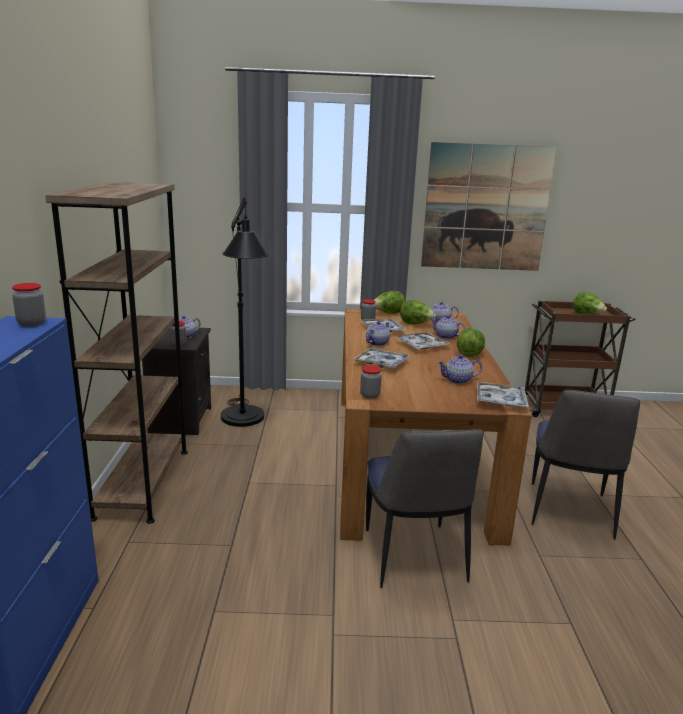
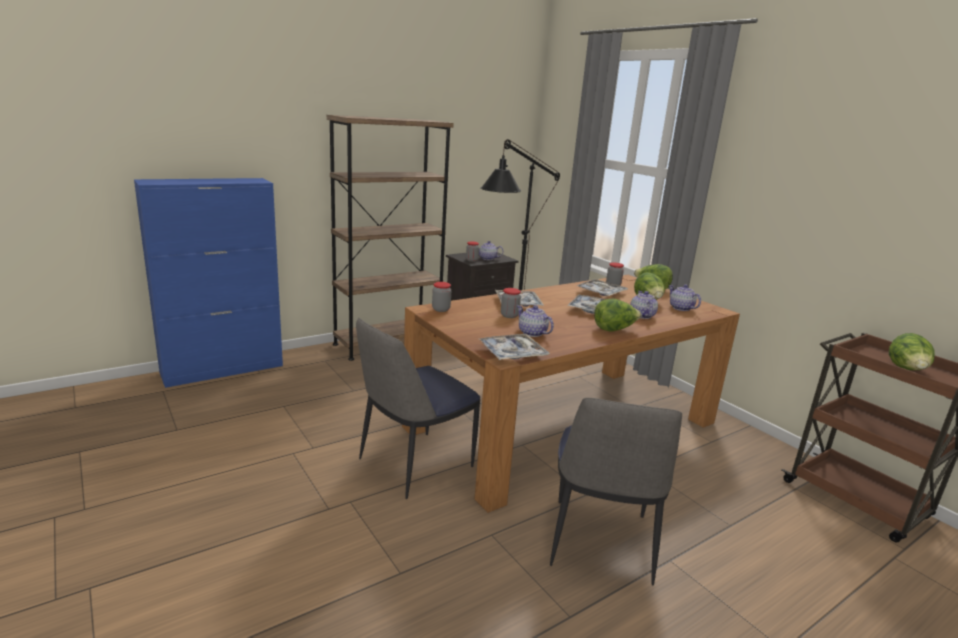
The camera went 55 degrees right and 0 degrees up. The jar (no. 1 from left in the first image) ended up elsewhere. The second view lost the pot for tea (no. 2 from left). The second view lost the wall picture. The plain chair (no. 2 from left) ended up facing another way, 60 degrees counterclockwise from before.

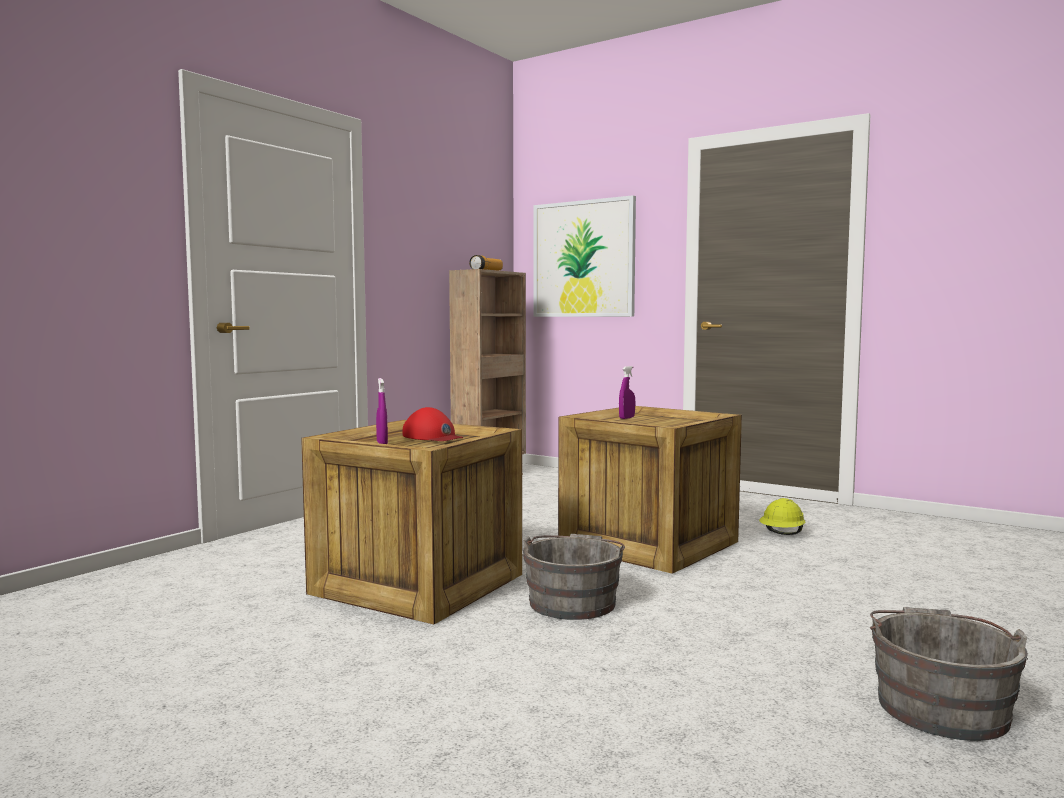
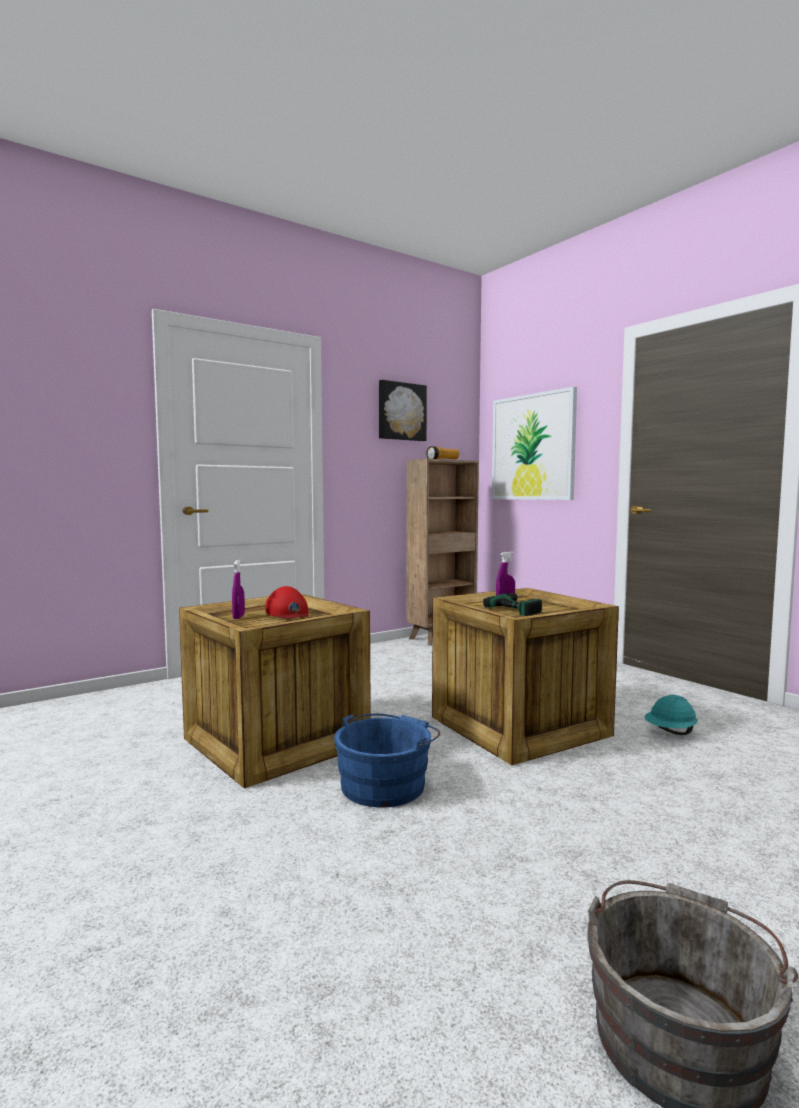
The camera went 20 degrees right and 0 degrees up. What was the bucket in gray (no. 1 from left) turned into the bucket in blue. What was the hard hat in yellow-coloured turned into the hard hat in turquoise. The second view gained the wall picture (no. 1 from left). The second view gained the power drill.

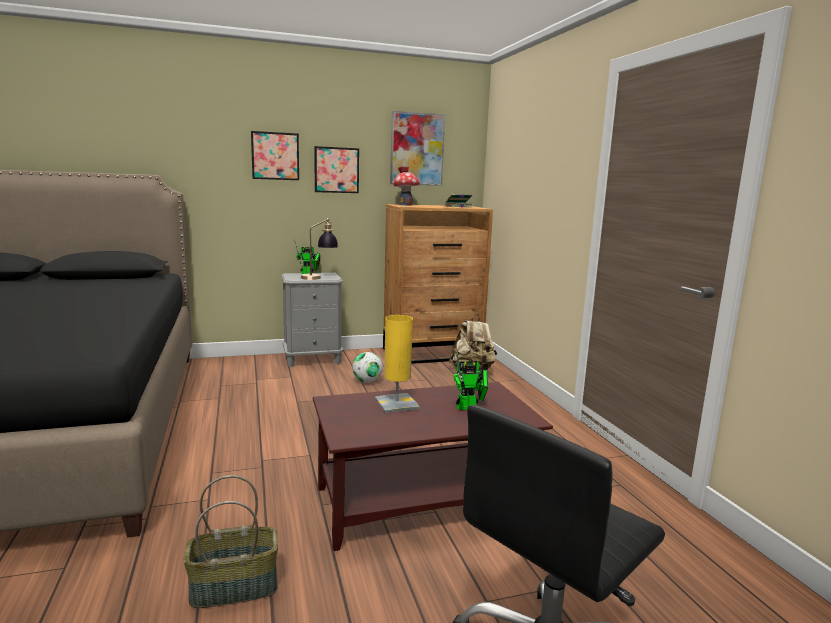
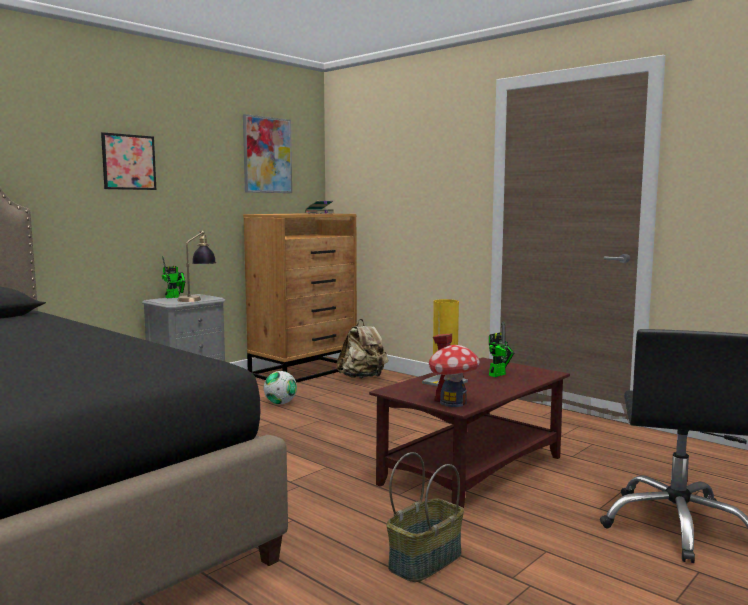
The camera went 30 degrees left and 5 degrees down. The second view lost the wall picture (no. 2 from left). The miniature house ended up elsewhere.

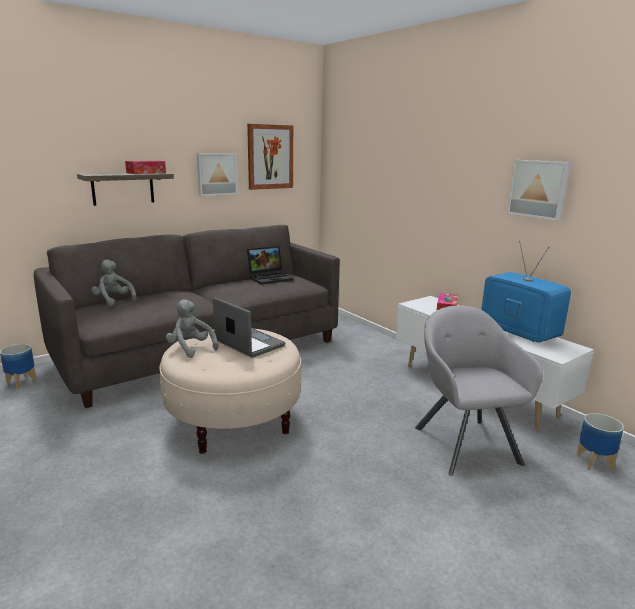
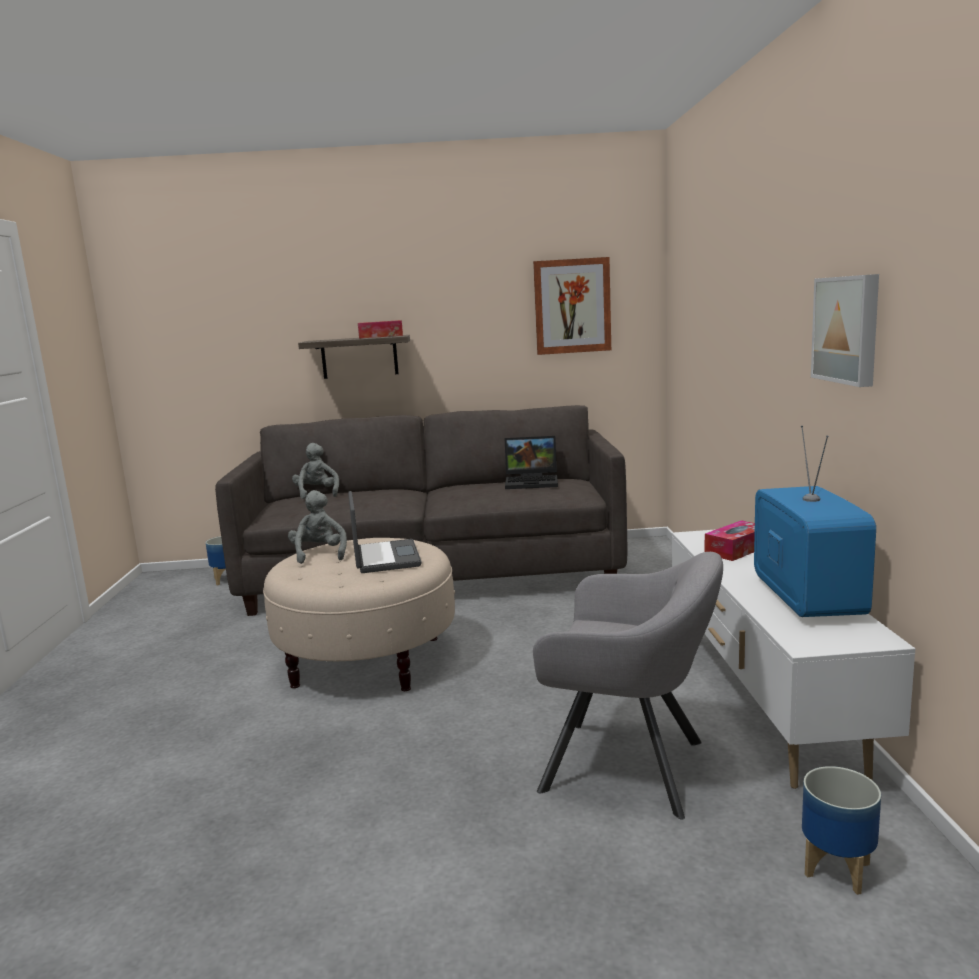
The camera went 35 degrees right and 5 degrees down. The second view lost the wall picture (no. 1 from left). The easy chair in gray ended up facing another way, 90 degrees clockwise from before.

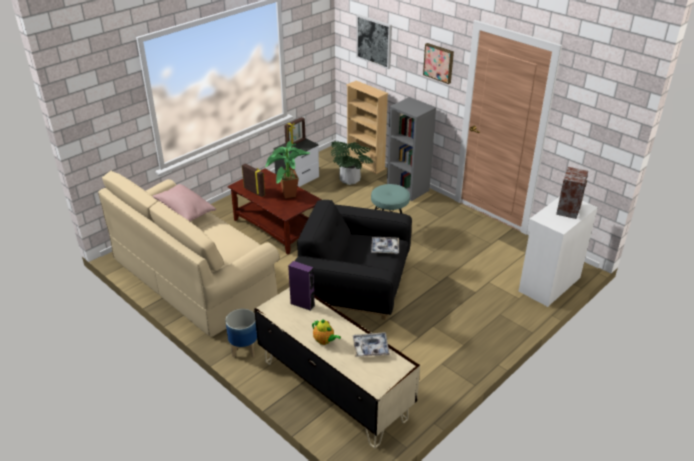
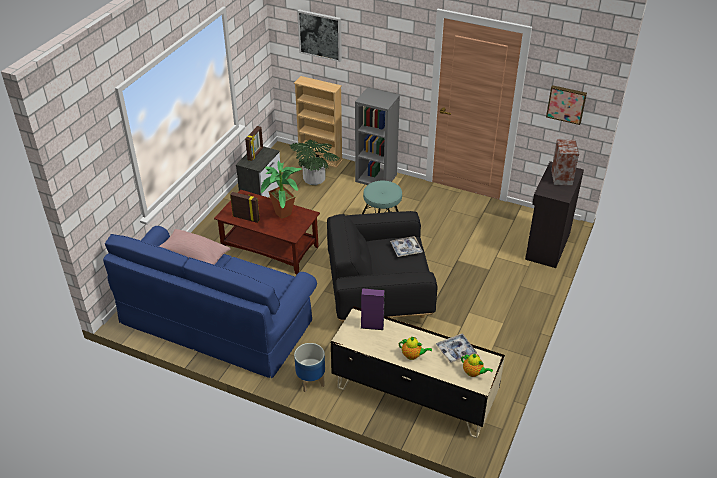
The camera went 20 degrees left and 5 degrees up. What was the couch in beige-coloured turned into the couch in blue. The wall picture (no. 2 from left) ended up elsewhere. What was the cupboard in white-coloured turned into the cupboard in blackish. The second view gained the pot for tea (no. 2 from left).

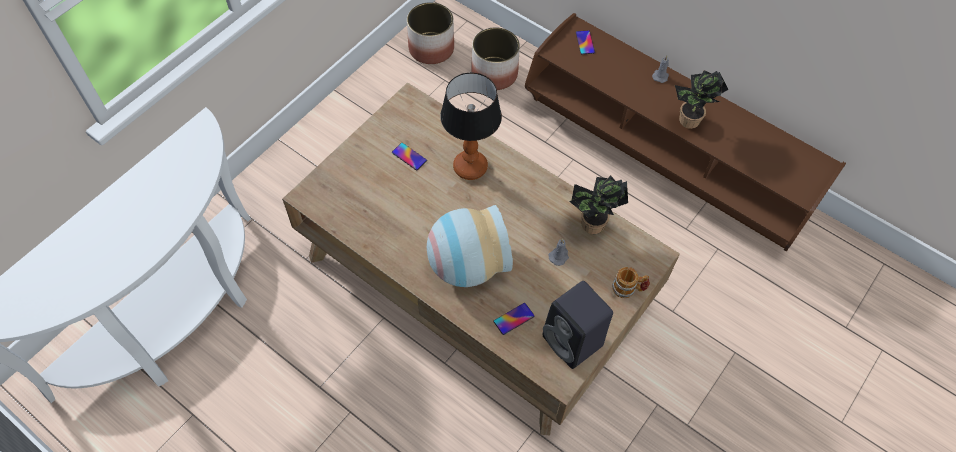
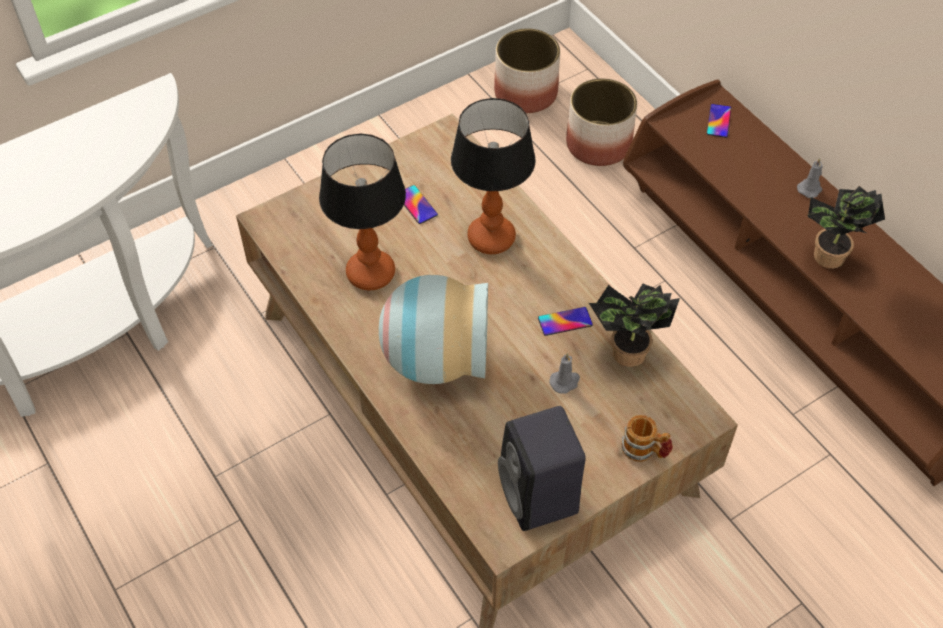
The camera went 20 degrees right and 5 degrees down. The handset (no. 2 from left) ended up elsewhere. The second view gained the lamp for a table (no. 1 from left).

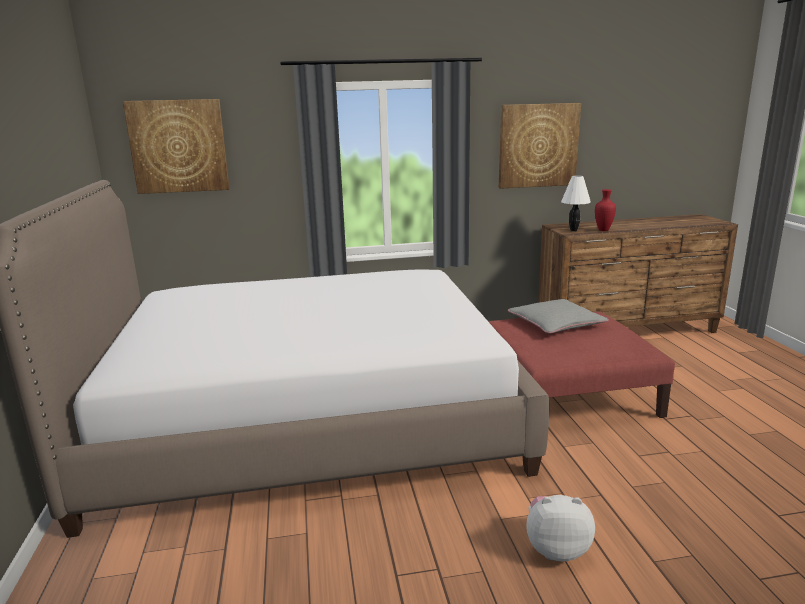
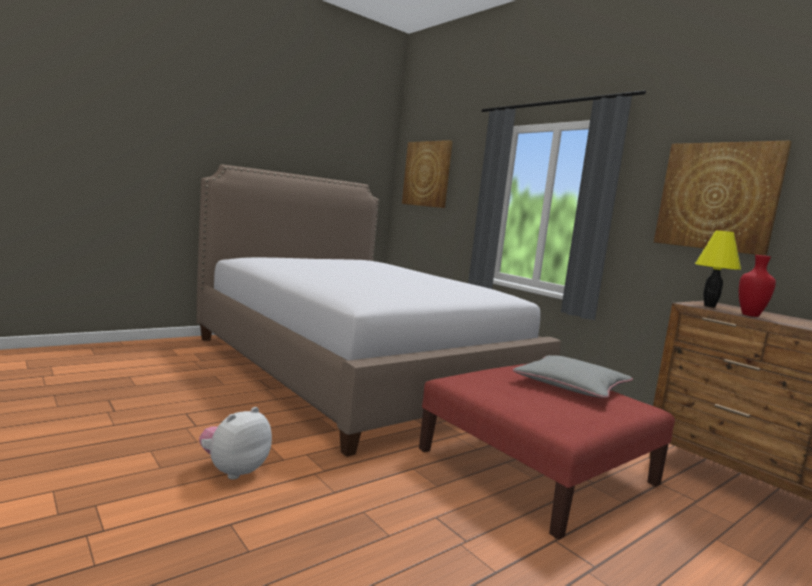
The camera went 60 degrees right and 10 degrees down. The soft toy ended up facing another way, 120 degrees counterclockwise from before. What was the lamp for a table in white-coloured turned into the lamp for a table in yellow-coloured.

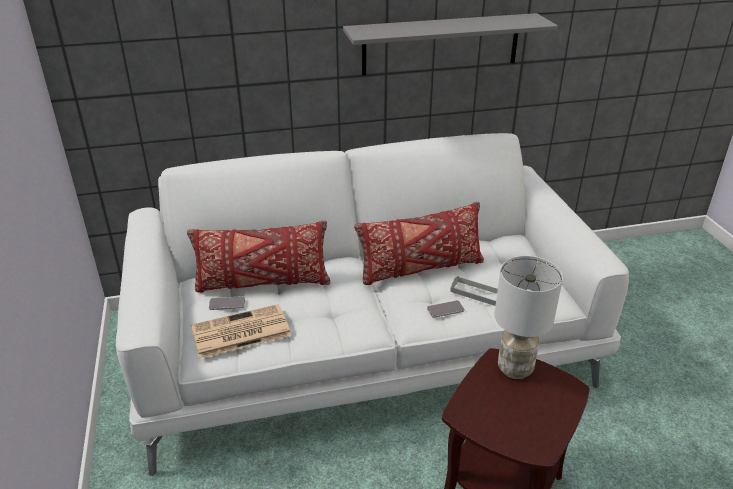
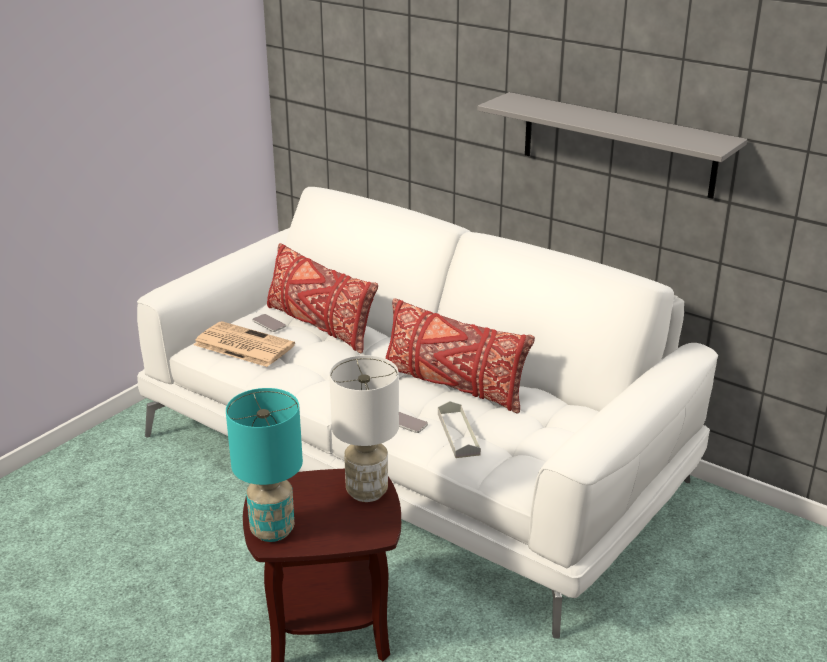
The camera went 50 degrees right and 5 degrees down. The second view gained the lamp for a table in turquoise.

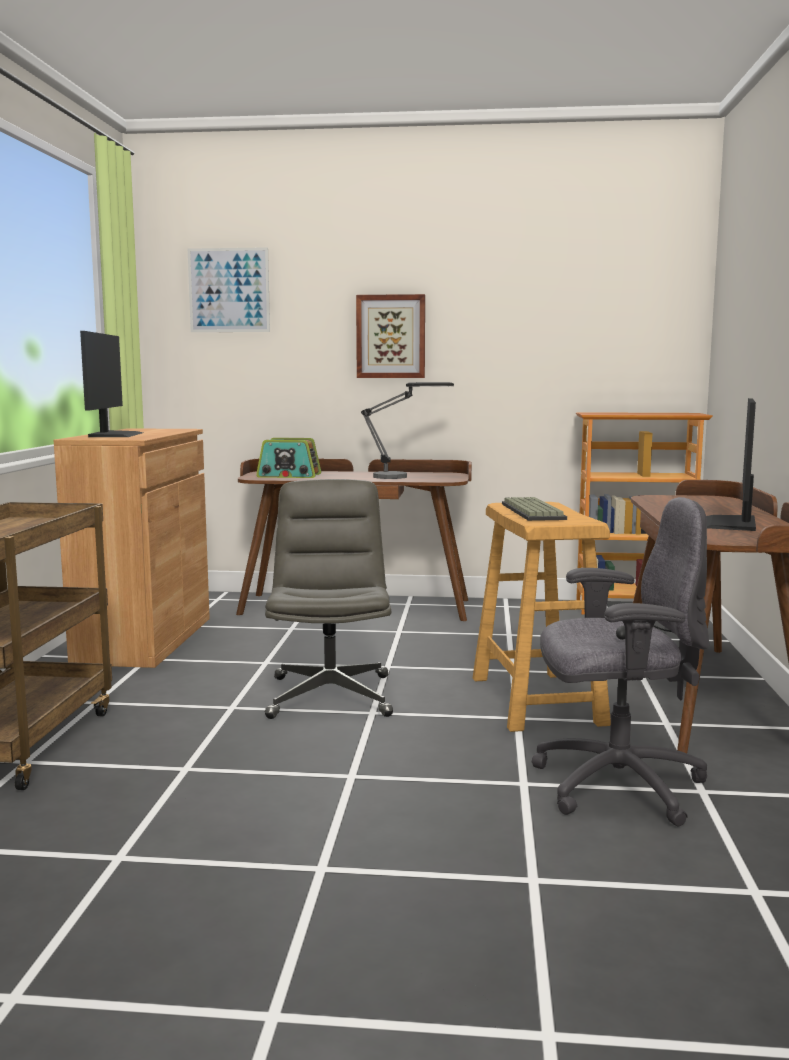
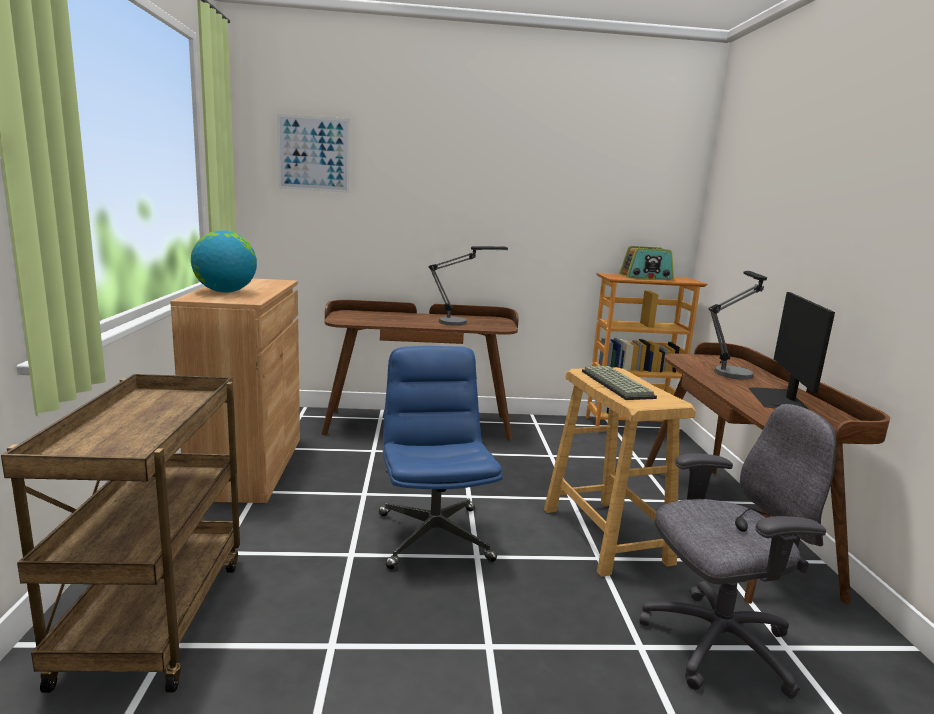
The camera went 10 degrees left and 5 degrees up. Where the monitor (no. 1 from left) stood, the desk globe came to stand. The radio set ended up elsewhere. What was the desk chair in gray (no. 1 from left) turned into the desk chair in blue. The second view lost the wall picture (no. 2 from left). The second view gained the lamp for a table (no. 2 from left).

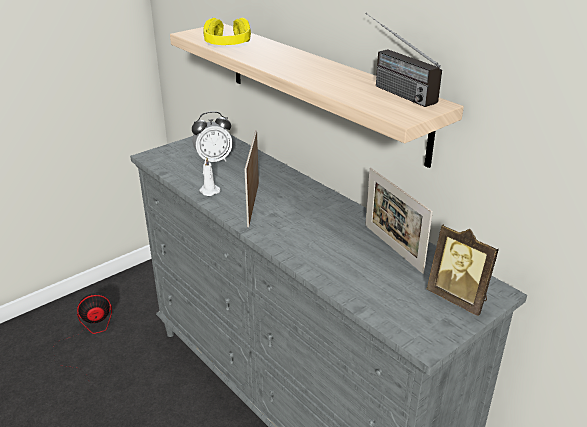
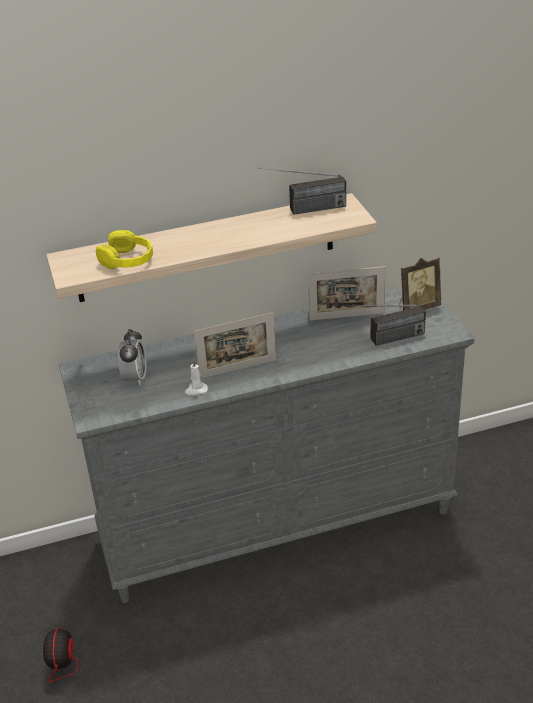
The camera went 65 degrees left and 5 degrees up. The standing frame (no. 1 from left) ended up facing another way, 45 degrees counterclockwise from before. The second view gained the radio set (no. 2 from left).

